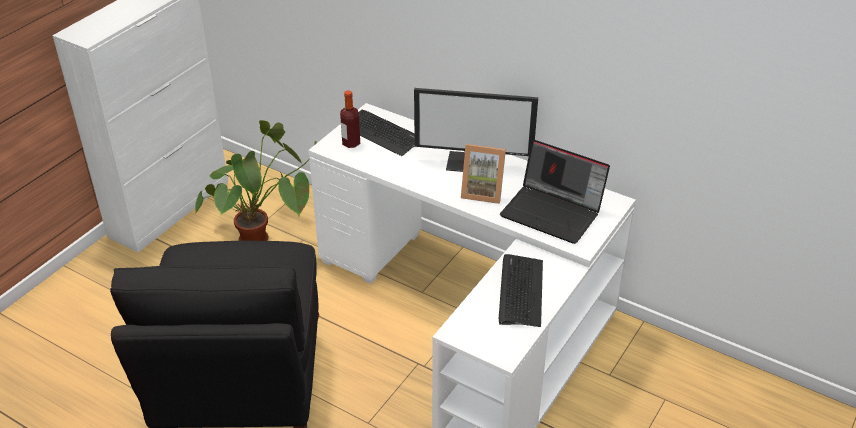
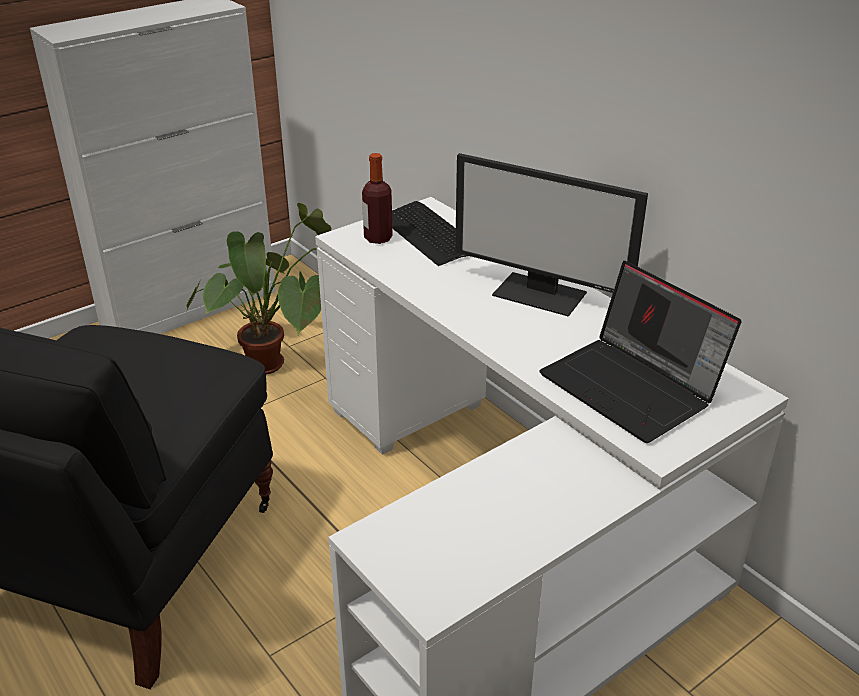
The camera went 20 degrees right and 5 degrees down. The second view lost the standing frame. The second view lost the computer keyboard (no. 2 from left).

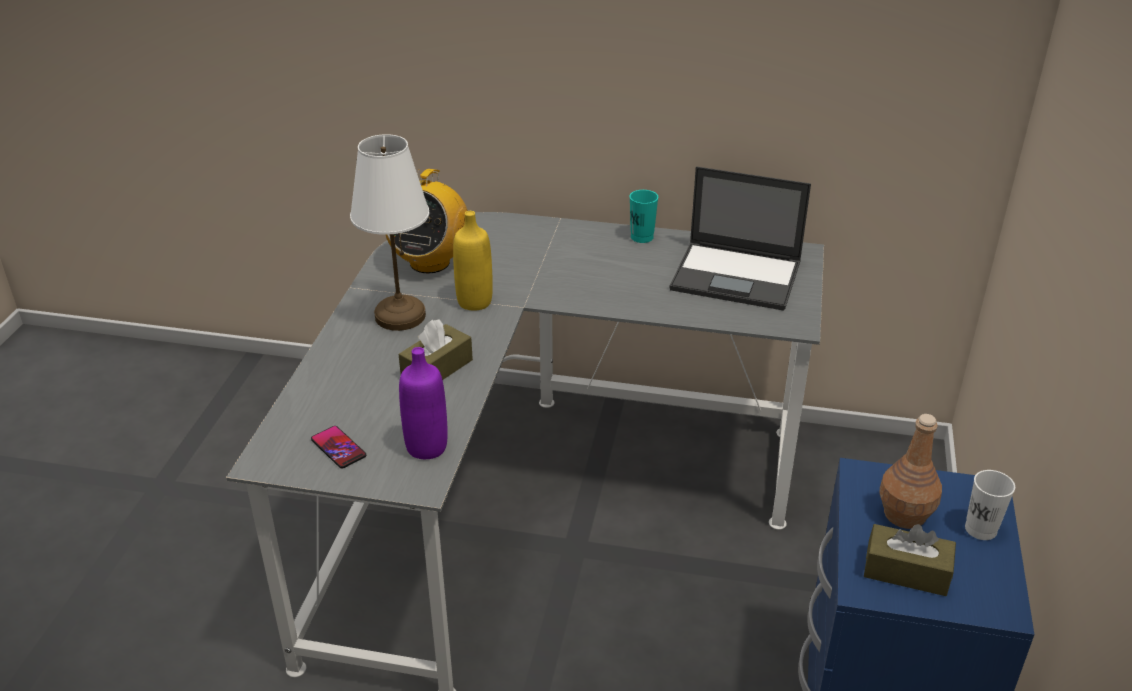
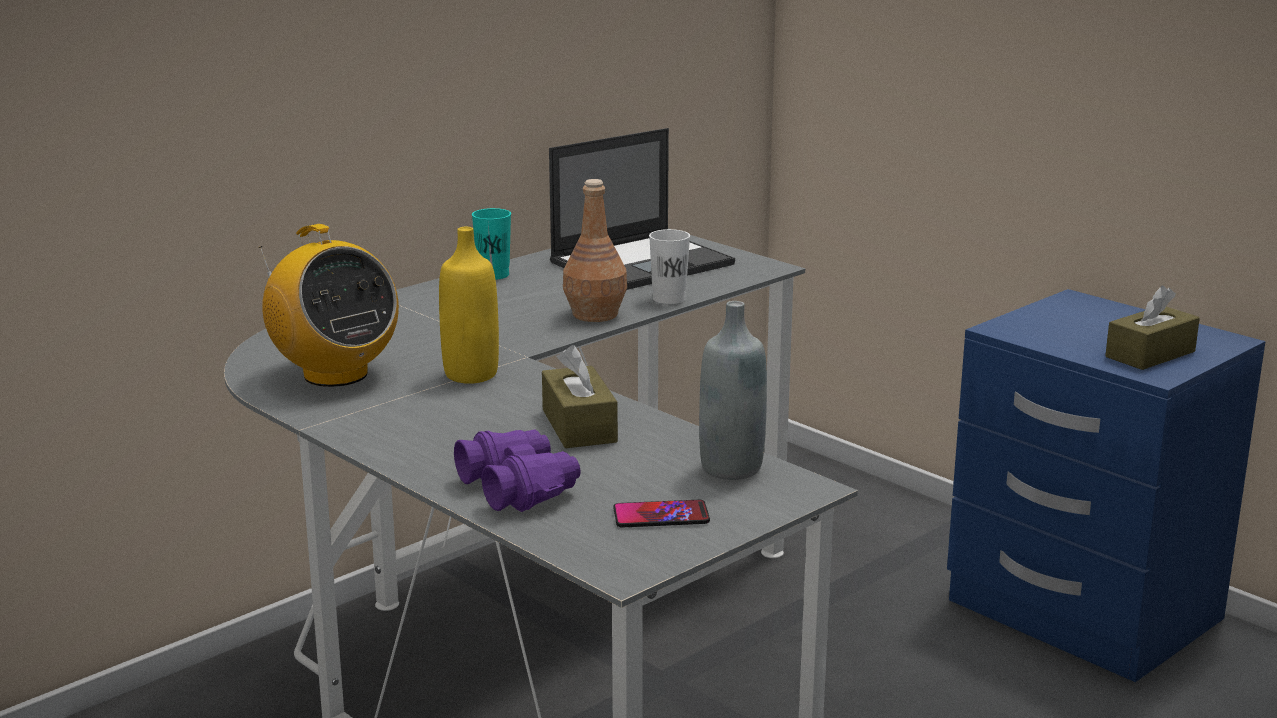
The camera went 55 degrees left and 15 degrees down. The second view lost the lamp for a table in white-coloured. What was the bottle in purple turned into the bottle in gray. The bottle in brownish ended up elsewhere. The small cup in white-coloured ended up elsewhere. The second view gained the binoculars in purple.

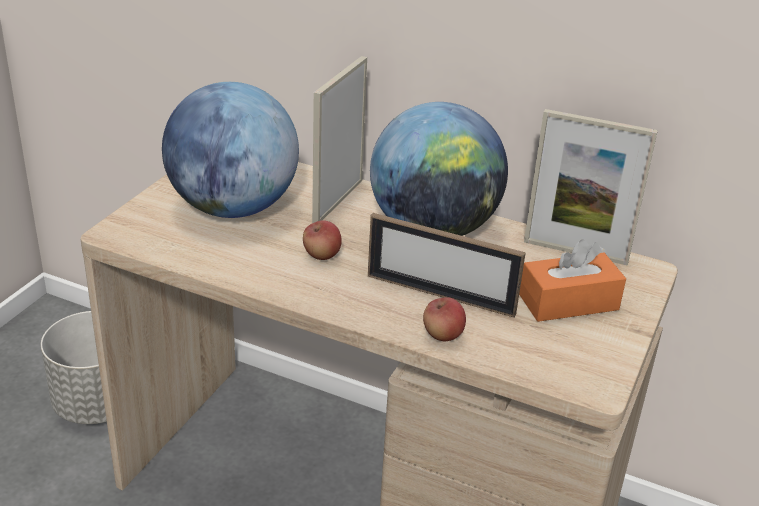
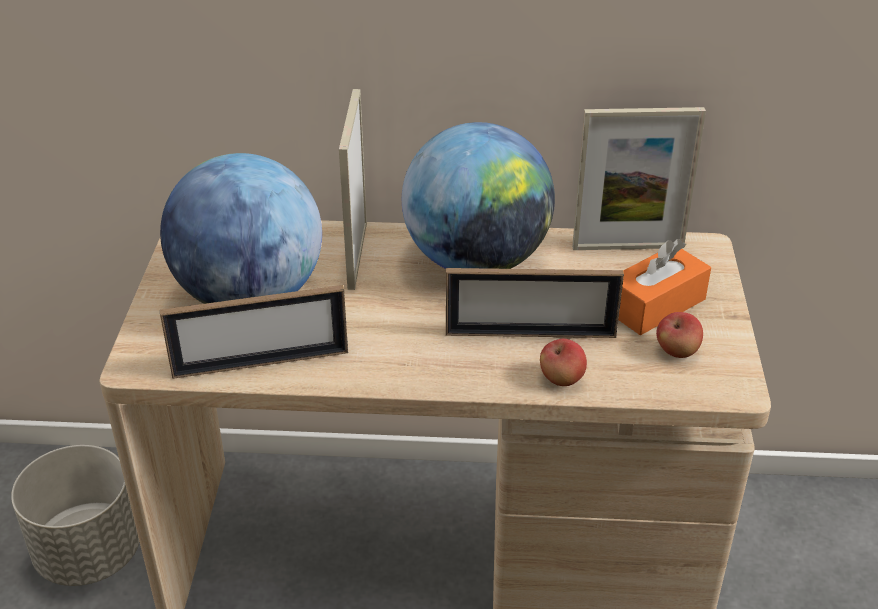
The camera went 20 degrees left and 5 degrees up. The apple fruit (no. 1 from left in the first image) ended up elsewhere. The second view gained the standing frame (no. 1 from left).

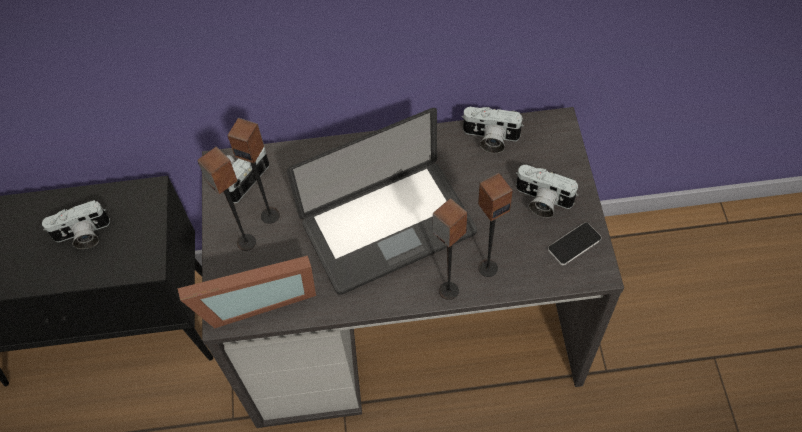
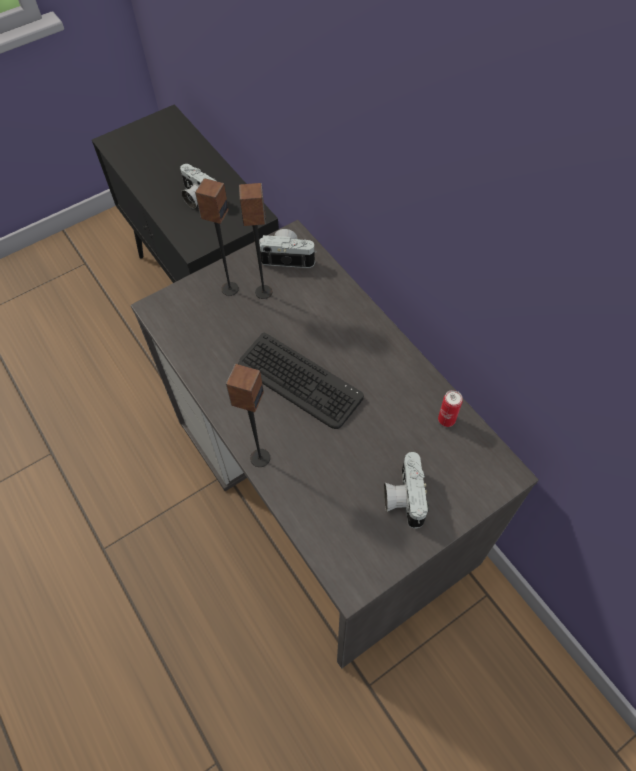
The camera went 60 degrees right and 0 degrees up. The second view lost the standing frame. Where the portable computer stood, the computer keyboard came to stand. Where the photo camera (no. 3 from left) stood, the sealed can came to stand. The second view lost the audio speaker (no. 4 from left). The second view lost the handset.

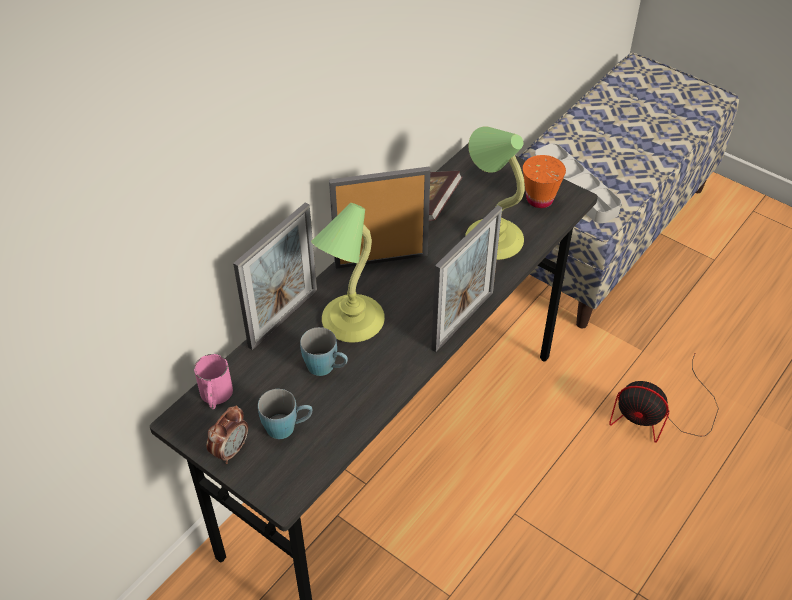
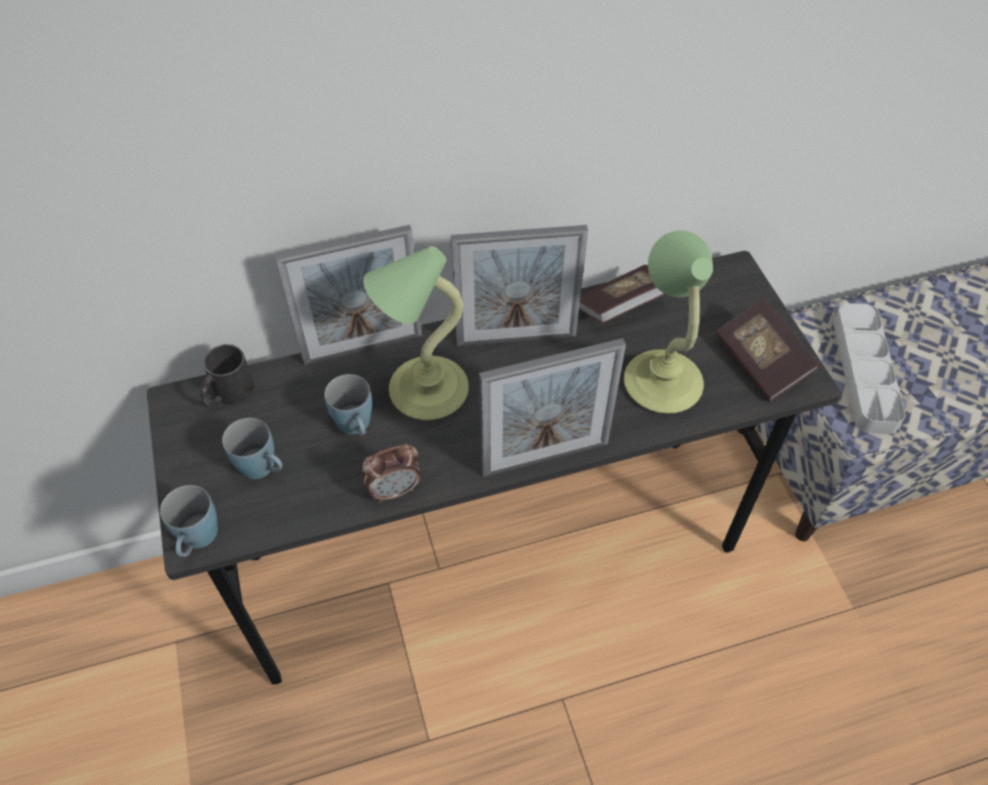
The camera went 35 degrees right and 5 degrees up. What was the coffee mug in pinkish turned into the coffee mug in blackish. The alarm clock ended up elsewhere. The standing frame (no. 2 from left) ended up facing another way, 150 degrees clockwise from before. Where the small cup in orange-coloured stood, the bound book (no. 2 from left) came to stand. The second view lost the fan. The second view gained the coffee mug in blue (no. 1 from left).

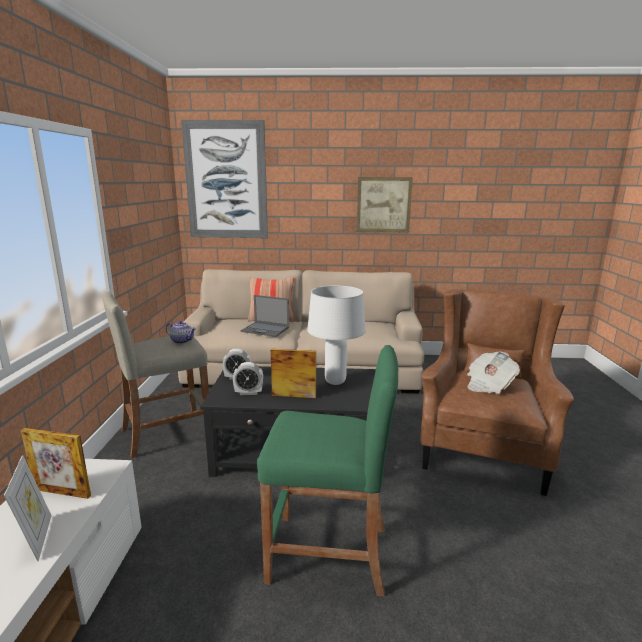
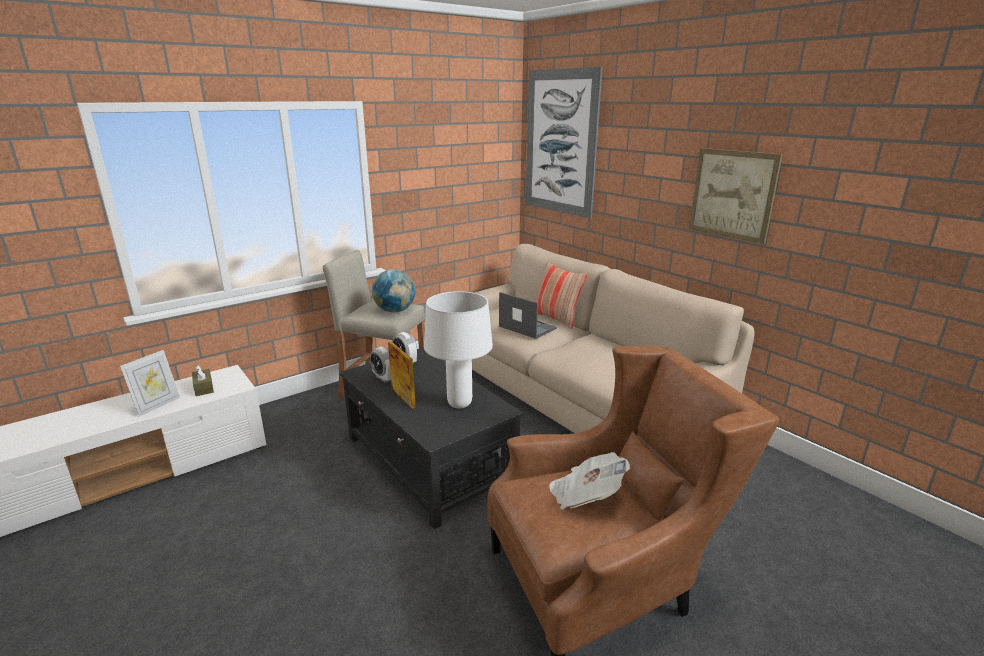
The camera went 50 degrees right and 5 degrees up. Where the standing frame (no. 2 from left) stood, the tissue holder in brownish came to stand. Where the pot for tea stood, the desk globe came to stand. The portable computer ended up facing another way, 150 degrees clockwise from before. The second view lost the sitting stool in green.

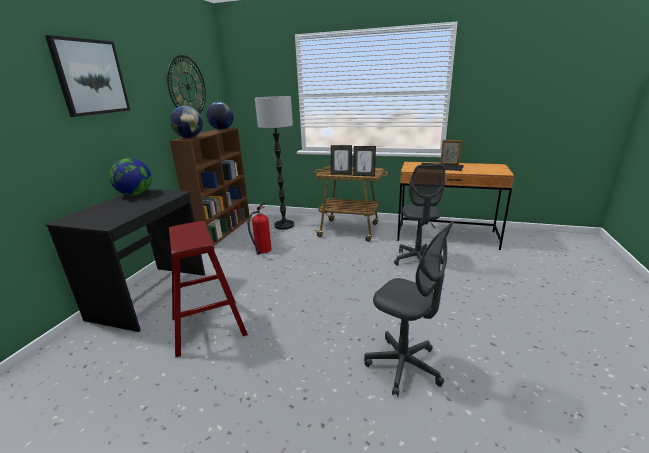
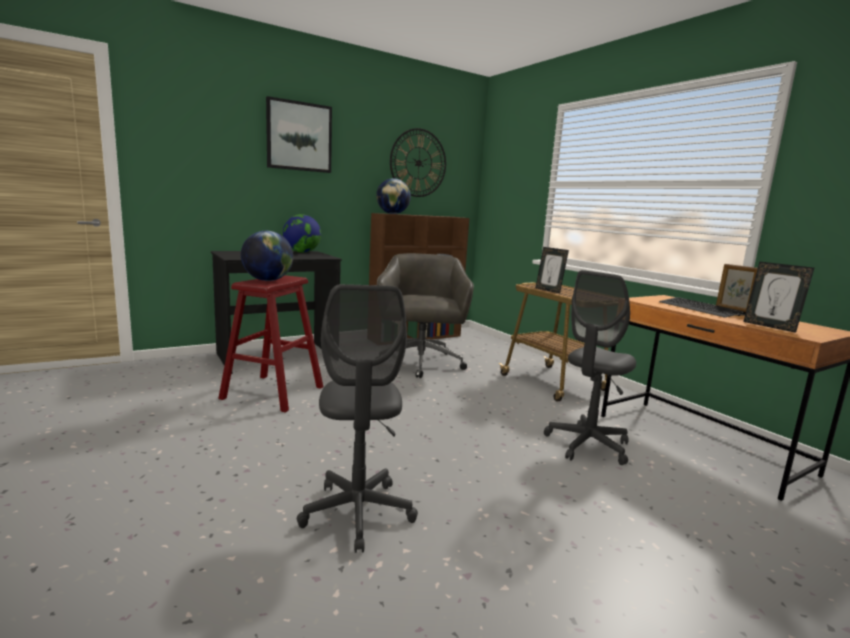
The camera went 40 degrees right and 10 degrees down. The desk globe (no. 3 from left in the first image) ended up elsewhere. Where the extinguisher stood, the desk chair in gray (no. 2 from left) came to stand. The second view lost the standard lamp. The standing frame (no. 2 from left in the first image) ended up elsewhere.

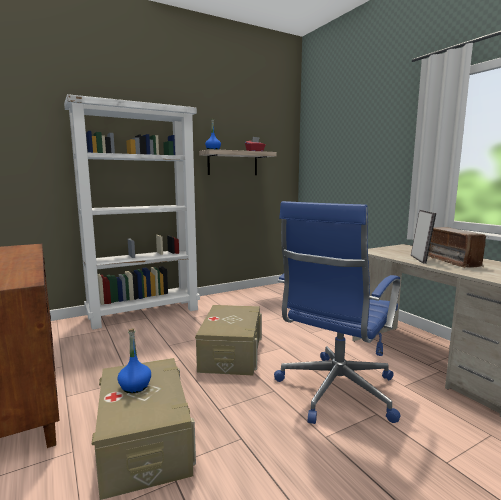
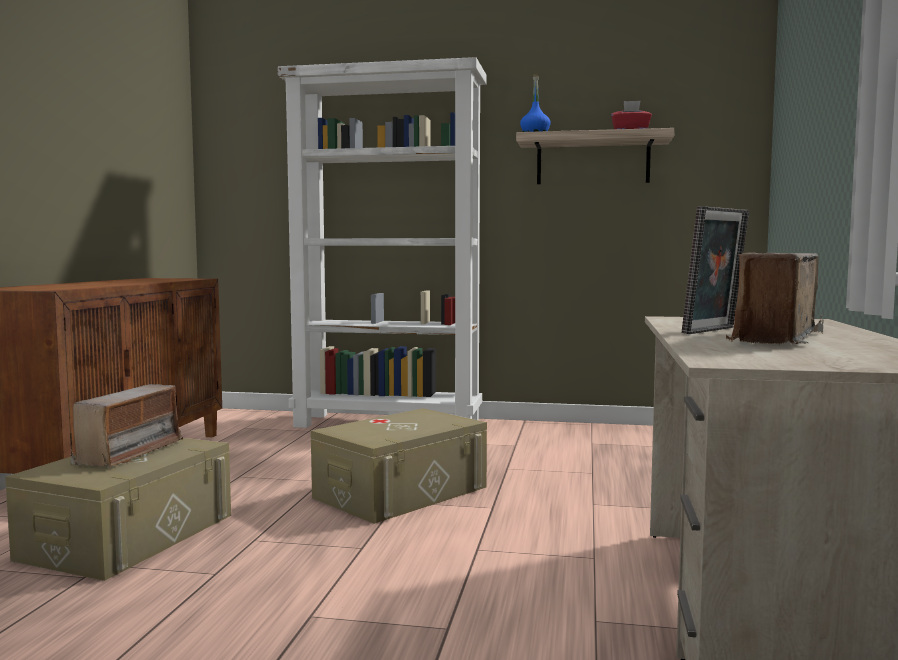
The camera went 40 degrees right and 5 degrees down. Where the bottle in blue (no. 1 from left) stood, the radio set (no. 1 from left) came to stand. The second view lost the desk chair in blue.

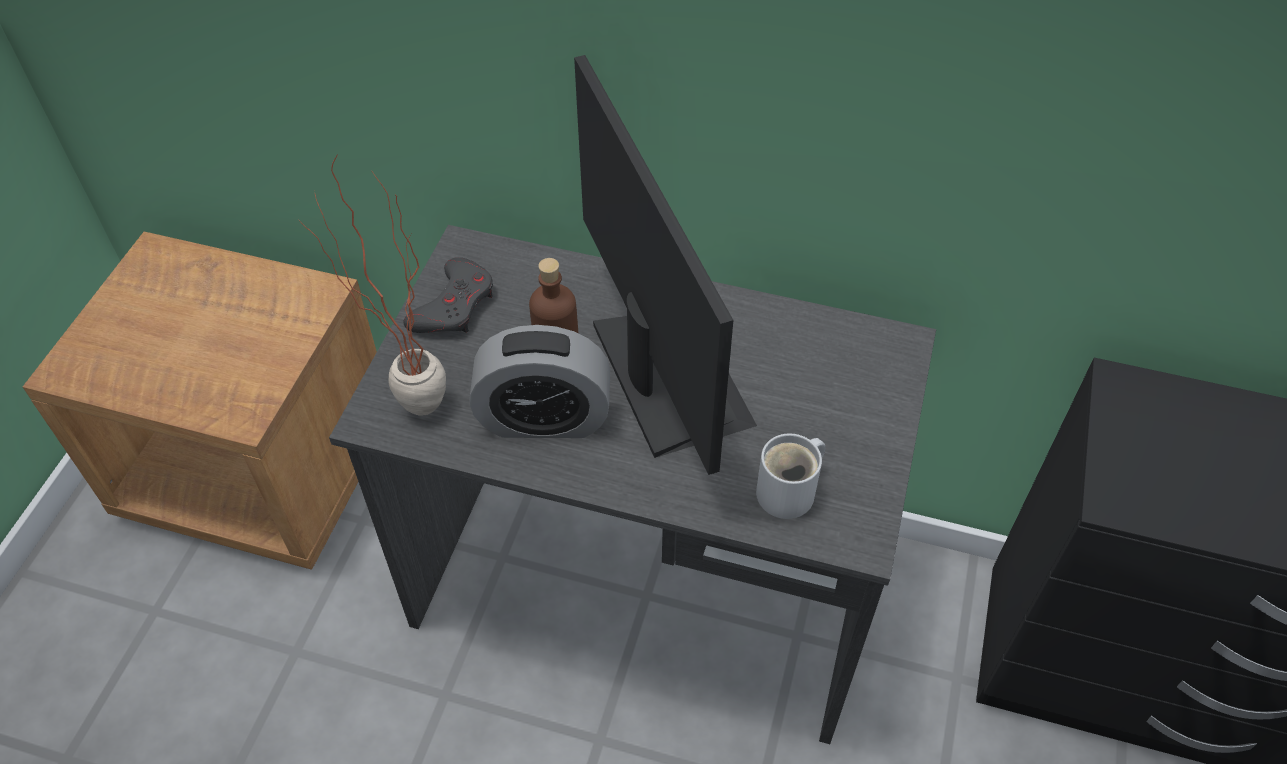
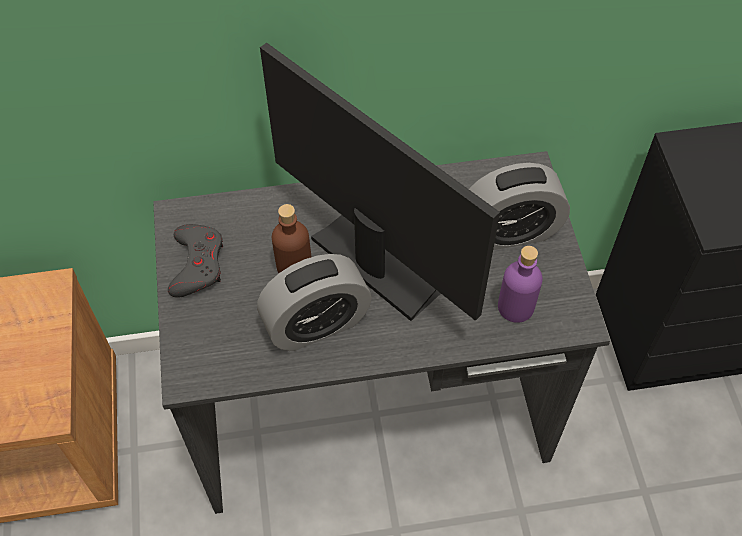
The camera went 25 degrees left and 5 degrees up. The second view lost the houseplant. Where the coffee mug in white-coloured stood, the bottle in purple came to stand. The second view gained the alarm clock (no. 2 from left).

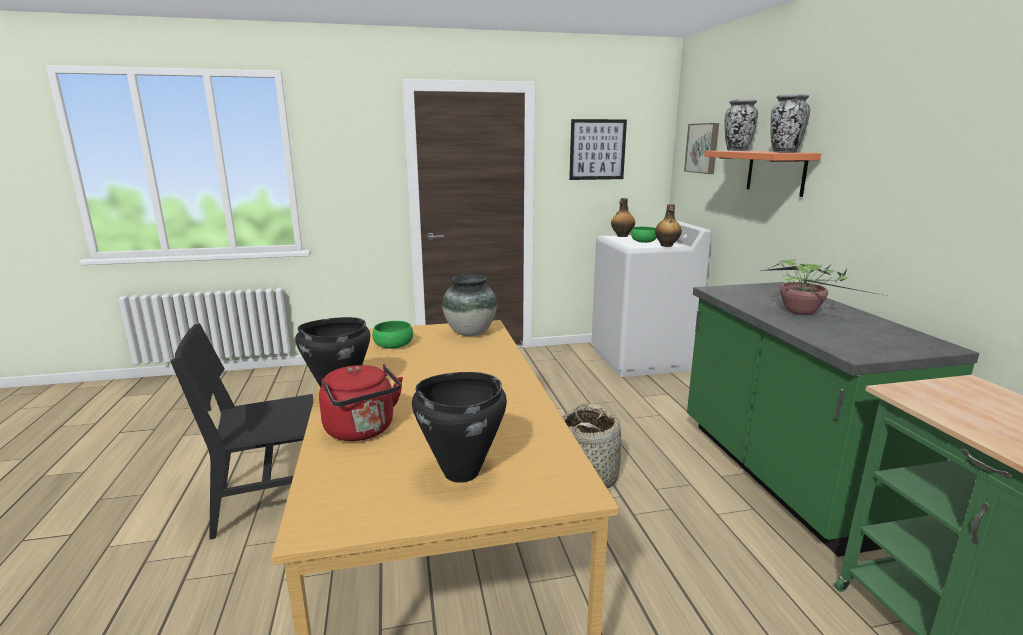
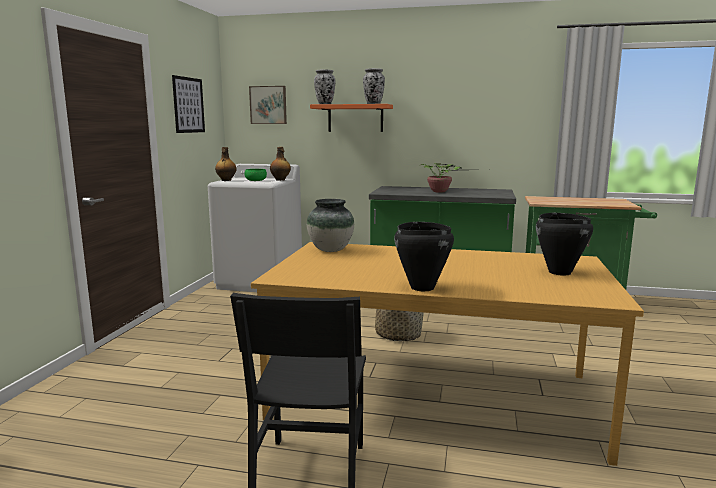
The camera went 65 degrees left and 5 degrees down. The second view lost the water kettle in reddish. The second view lost the bowl in green (no. 1 from left).

